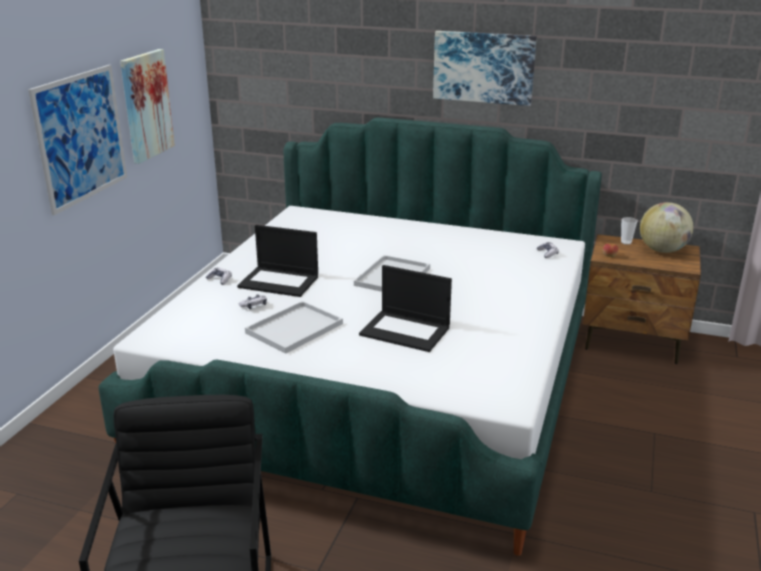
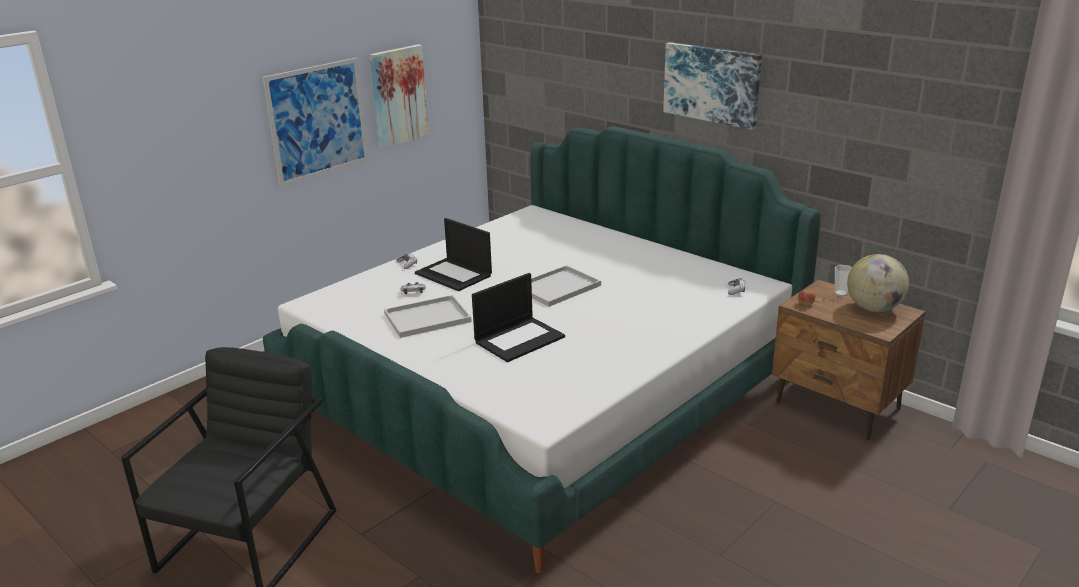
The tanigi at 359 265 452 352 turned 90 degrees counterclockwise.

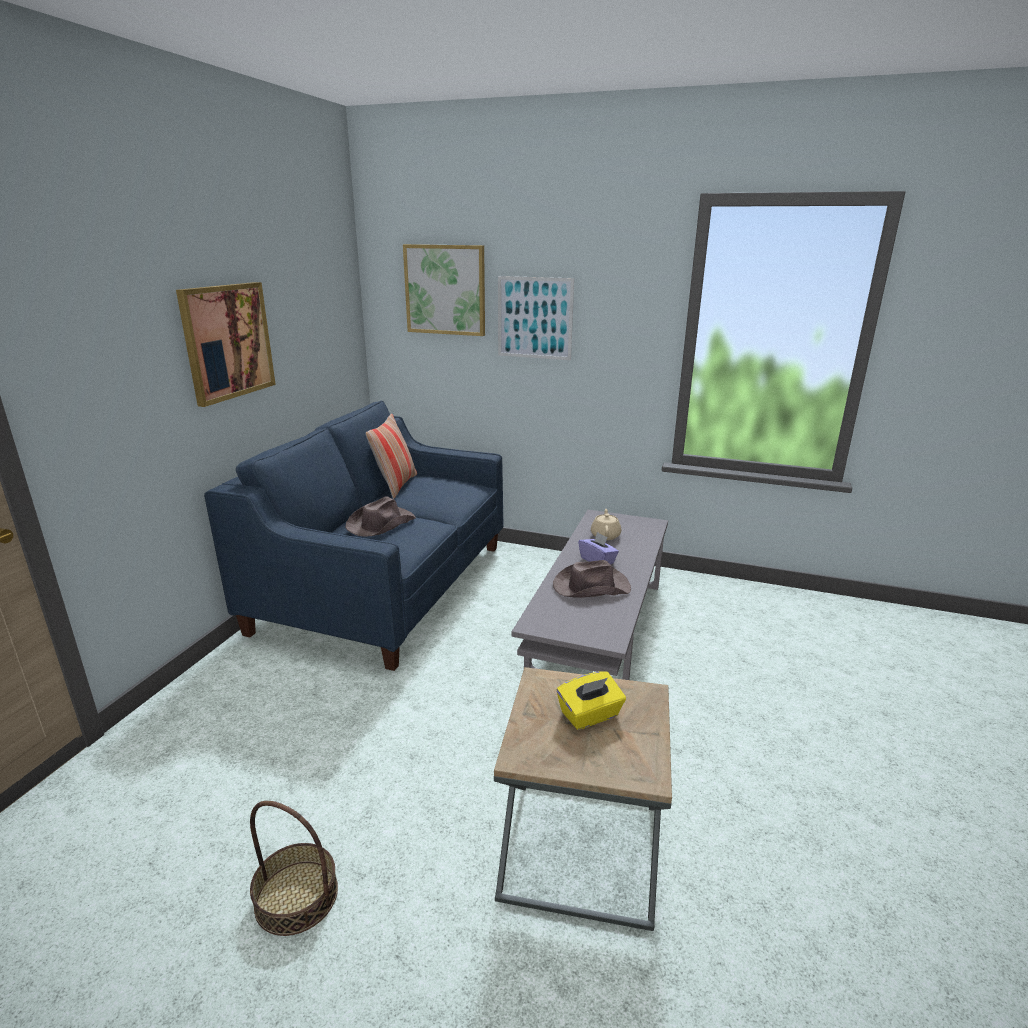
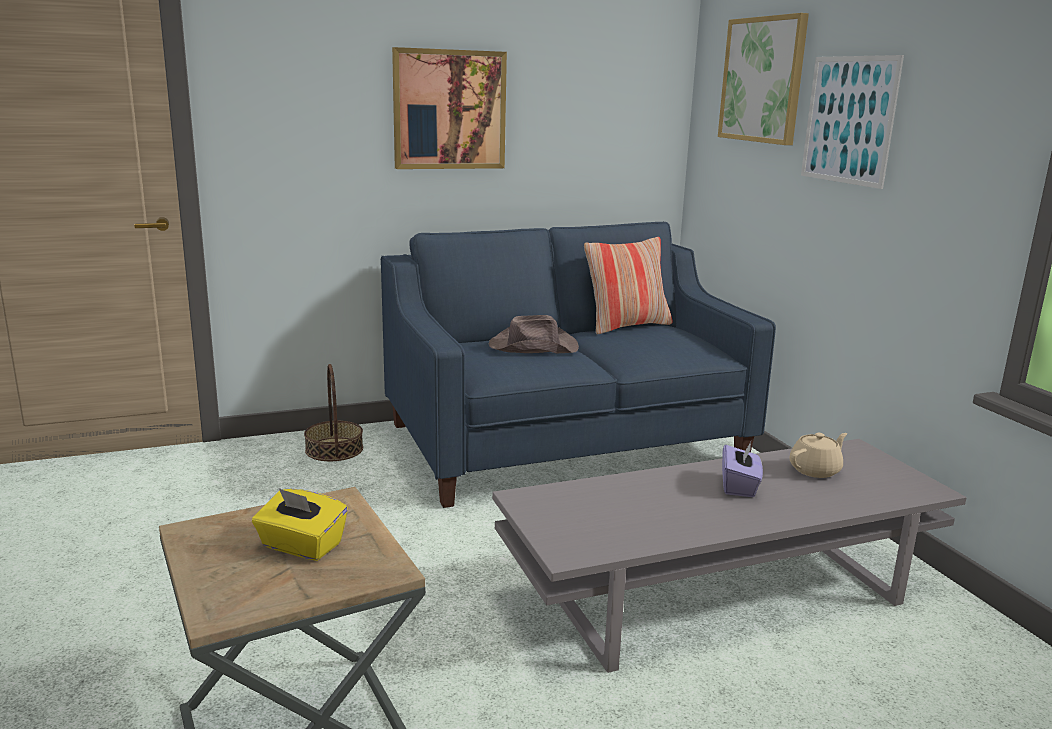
The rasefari moved from 250 801 338 936 to 304 364 363 461.
The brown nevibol at 553 560 631 598 disappeared.

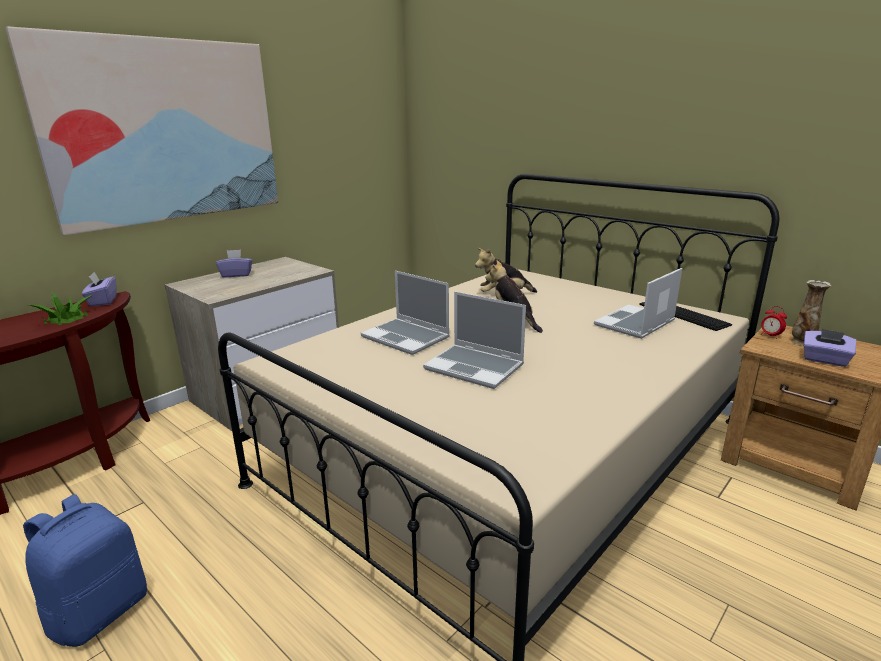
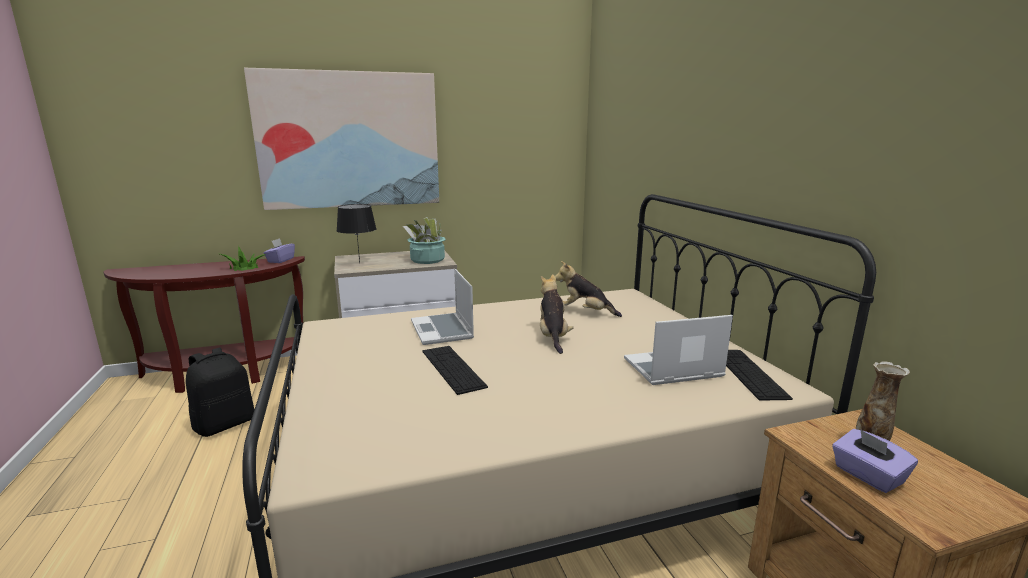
The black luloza at 186 348 254 437 appeared.
The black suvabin at 337 204 377 263 appeared.
The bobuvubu at 403 217 446 264 appeared.
The tanigi at 423 292 526 389 was replaced by the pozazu at 423 346 488 395.
The blue luloza at 23 494 147 647 disappeared.
The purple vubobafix at 216 250 253 277 disappeared.
The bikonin at 760 306 787 339 disappeared.

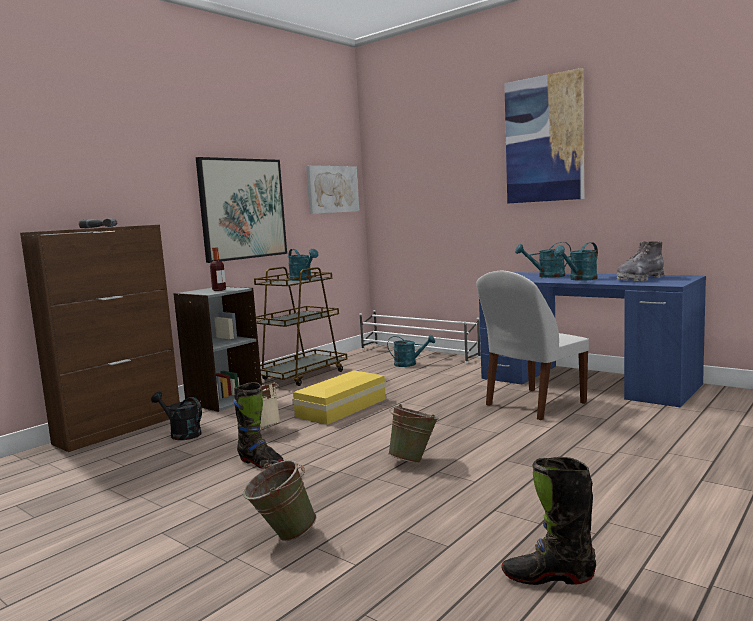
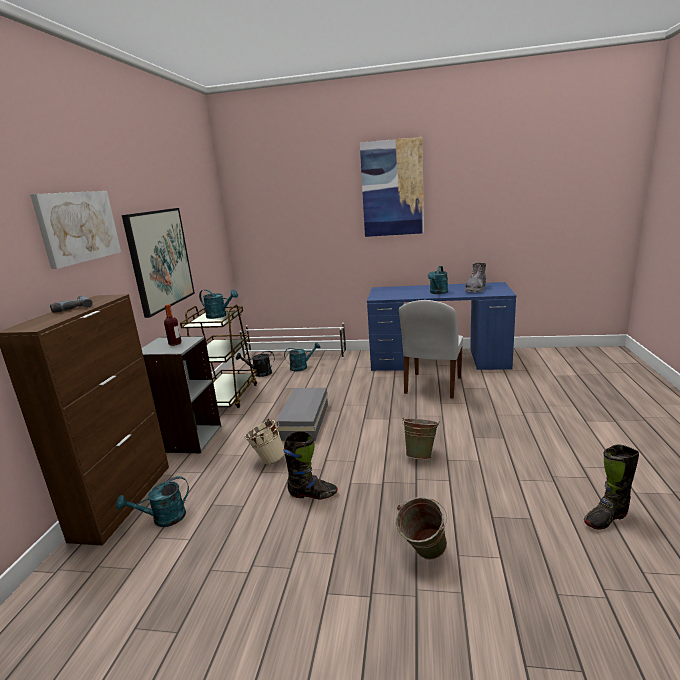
The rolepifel moved from 306 165 359 214 to 30 191 121 269.
The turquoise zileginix moved from 515 242 571 278 to 116 476 189 527.
The black zileginix moved from 151 392 202 440 to 236 351 275 377.
The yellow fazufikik at 292 371 386 425 became the grey fazufikik at 276 388 328 441.

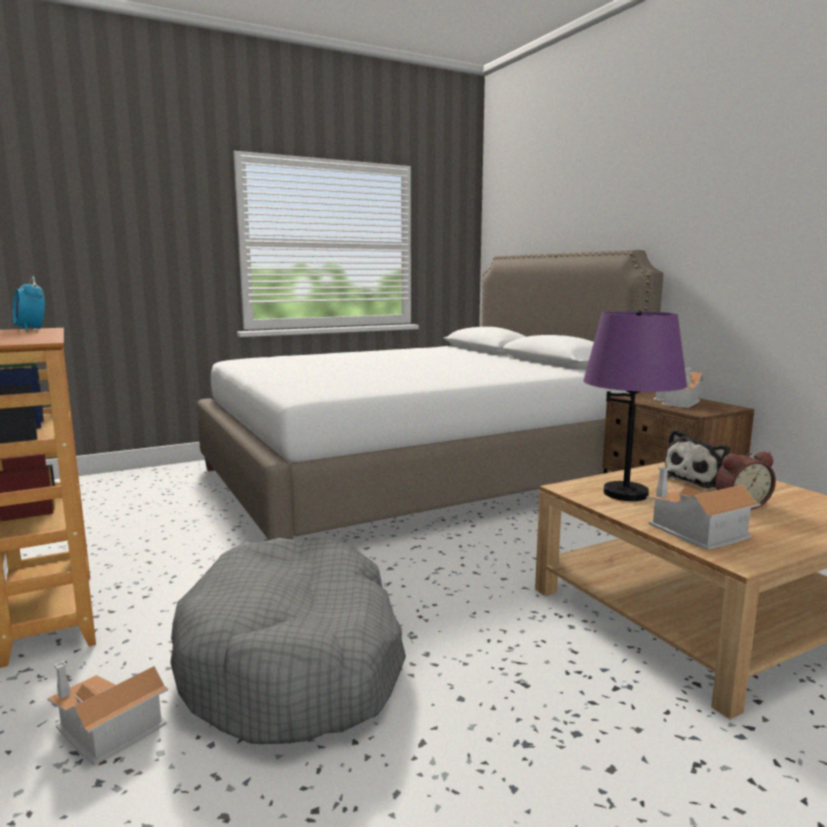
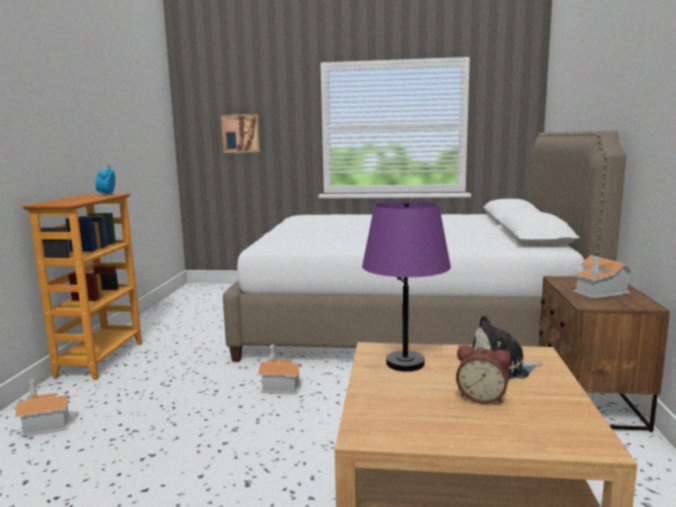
The rolepifel at 221 114 260 153 appeared.
The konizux moved from 646 467 761 550 to 258 345 302 394.
The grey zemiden at 170 537 406 744 disappeared.

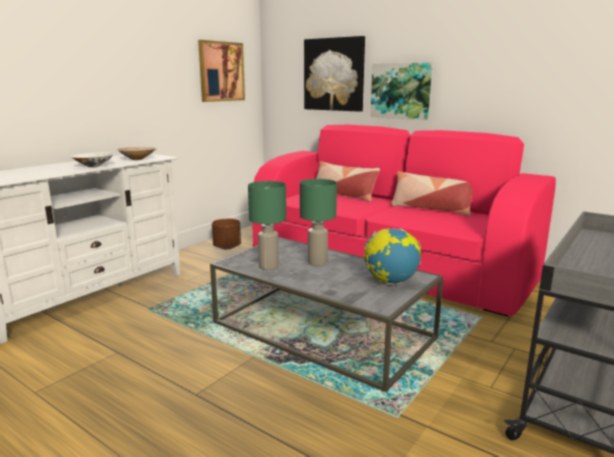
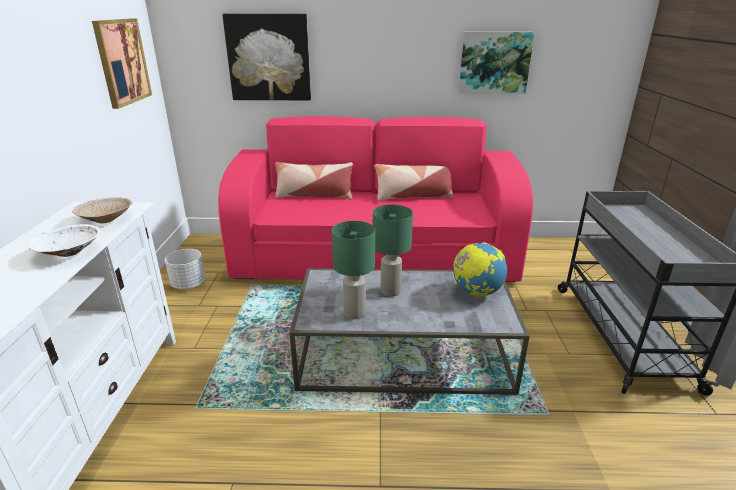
The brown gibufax at 212 219 241 250 became the white gibufax at 165 249 206 289.
The rolepifel moved from 371 62 432 120 to 459 32 534 94.

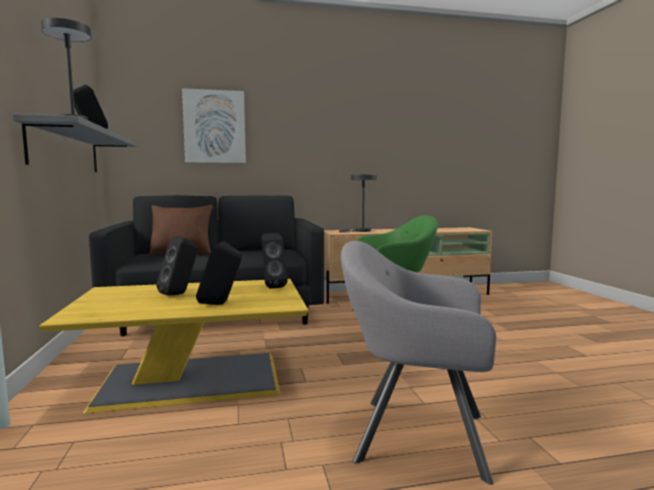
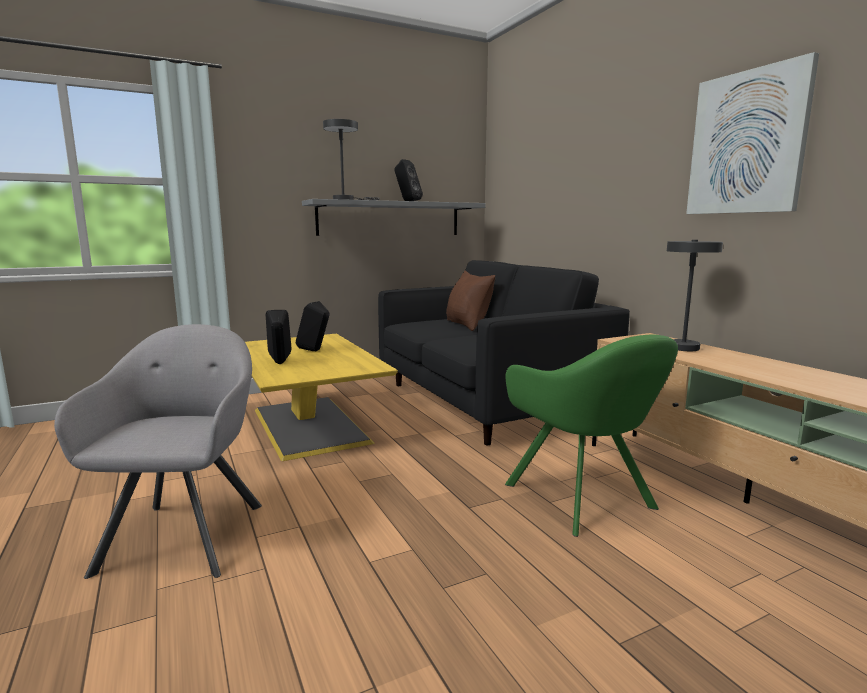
The rolepifel moved from 182 88 246 163 to 686 52 819 214.
The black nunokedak at 262 233 288 288 disappeared.

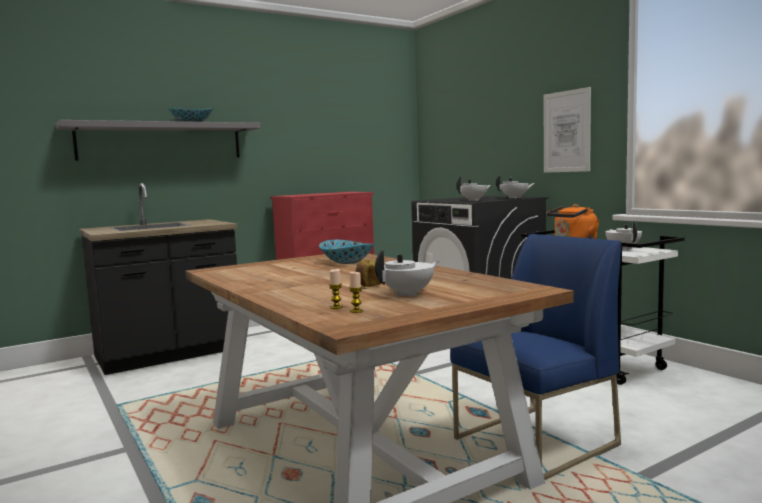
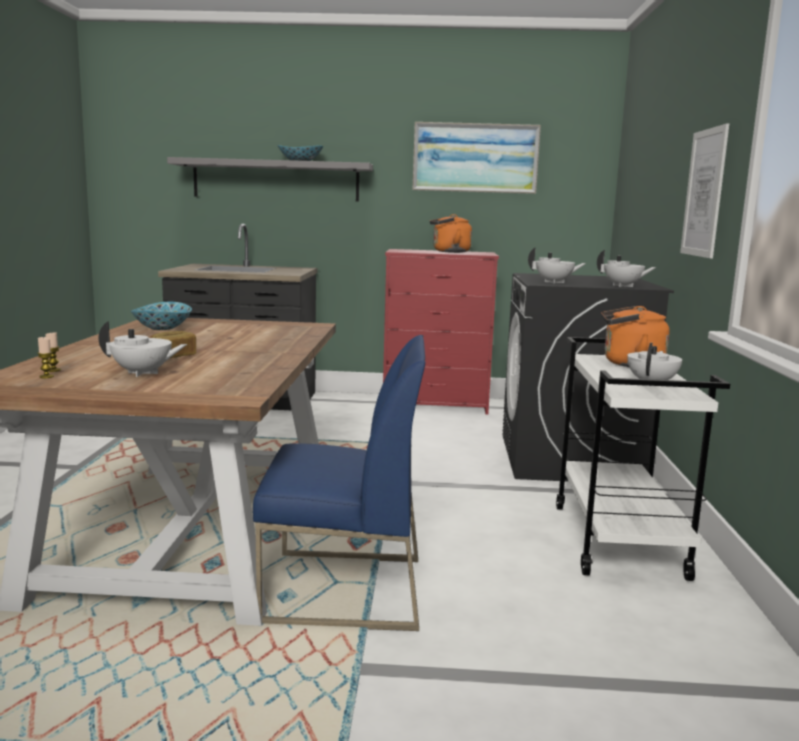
The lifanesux moved from 319 240 374 264 to 131 302 192 330.
The rolepifel at 412 122 541 194 appeared.
The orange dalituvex at 430 214 472 253 appeared.

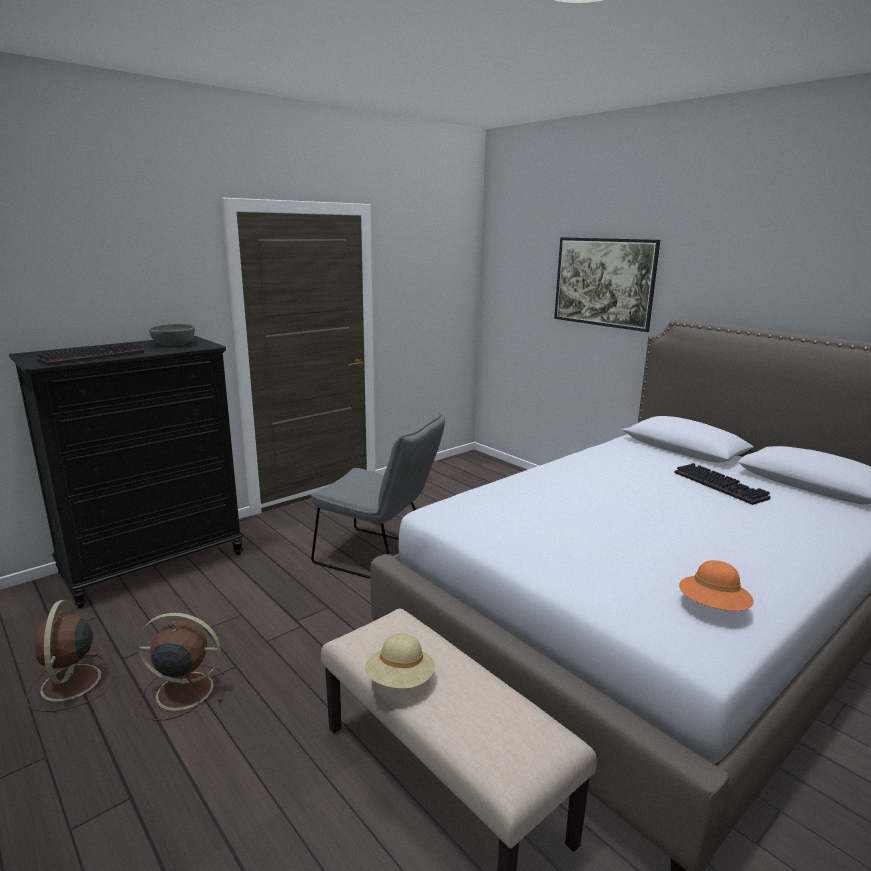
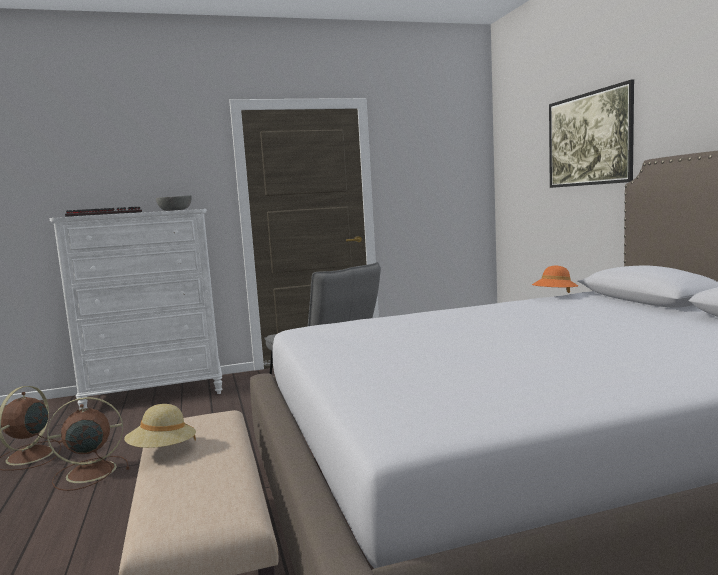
The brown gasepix at 137 613 226 721 turned 45 degrees counterclockwise.
The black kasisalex at 9 336 243 608 became the white kasisalex at 49 209 223 409.
The orange nevibol moved from 679 560 754 611 to 532 266 578 293.
The pozazu at 675 463 771 505 disappeared.

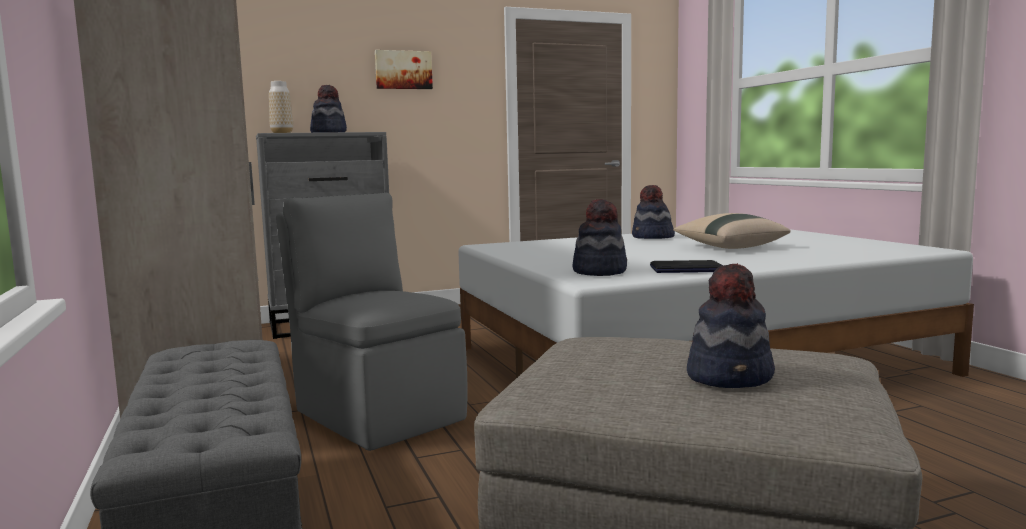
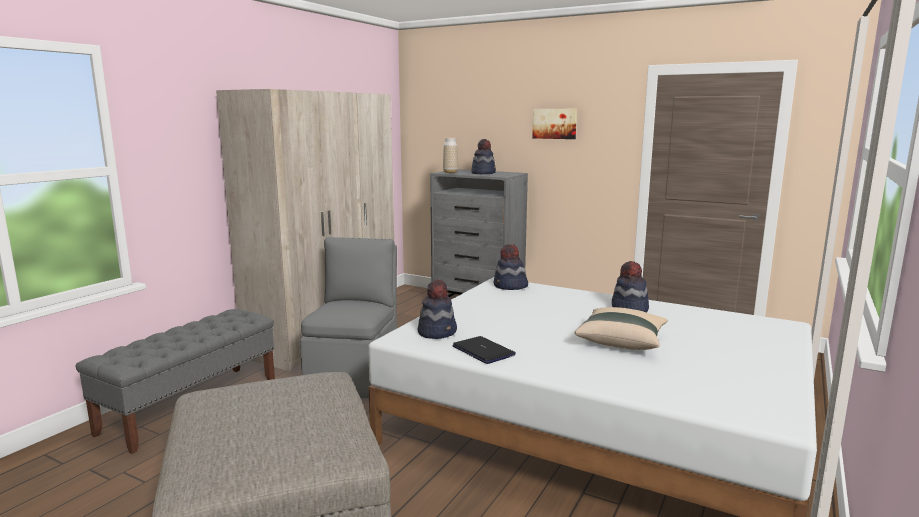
The nevibol moved from 687 263 775 388 to 494 244 528 290.

